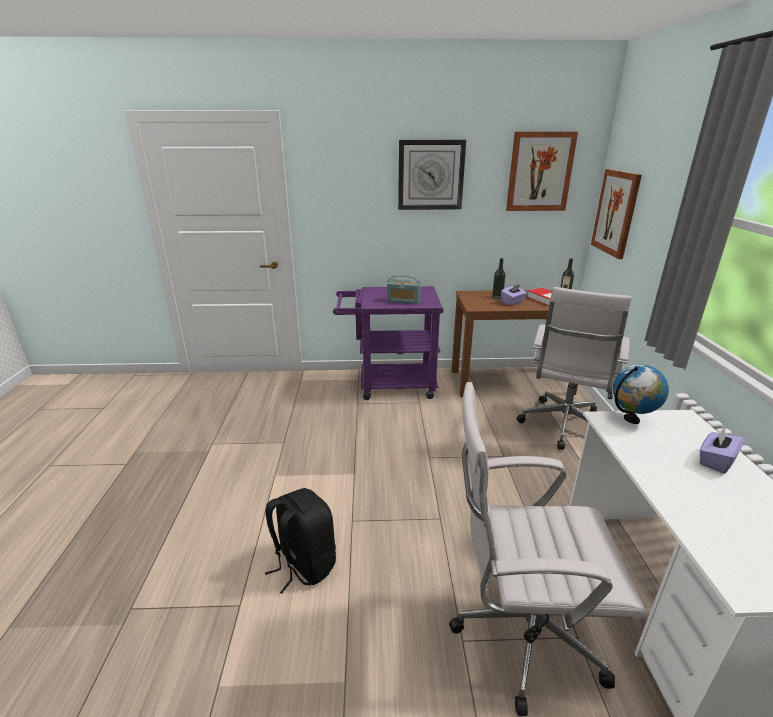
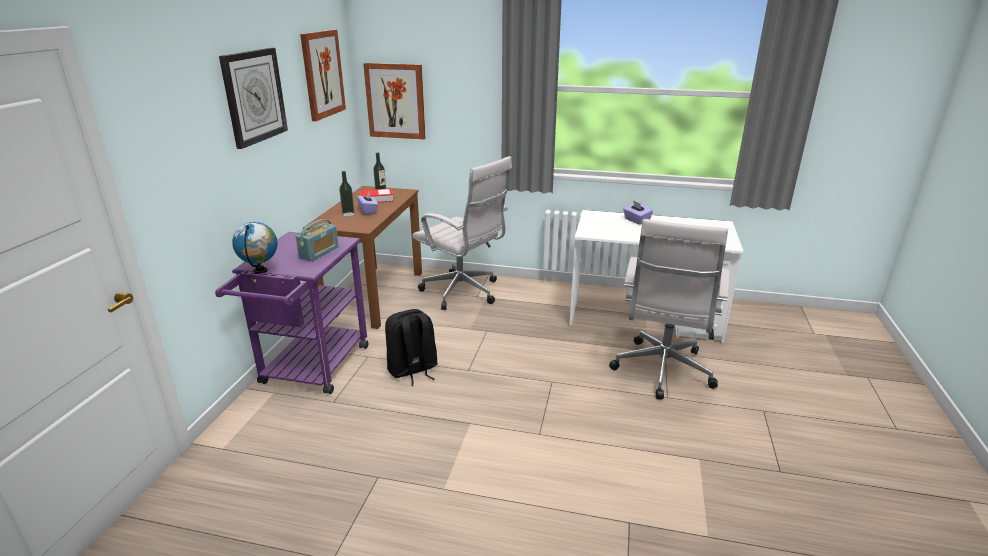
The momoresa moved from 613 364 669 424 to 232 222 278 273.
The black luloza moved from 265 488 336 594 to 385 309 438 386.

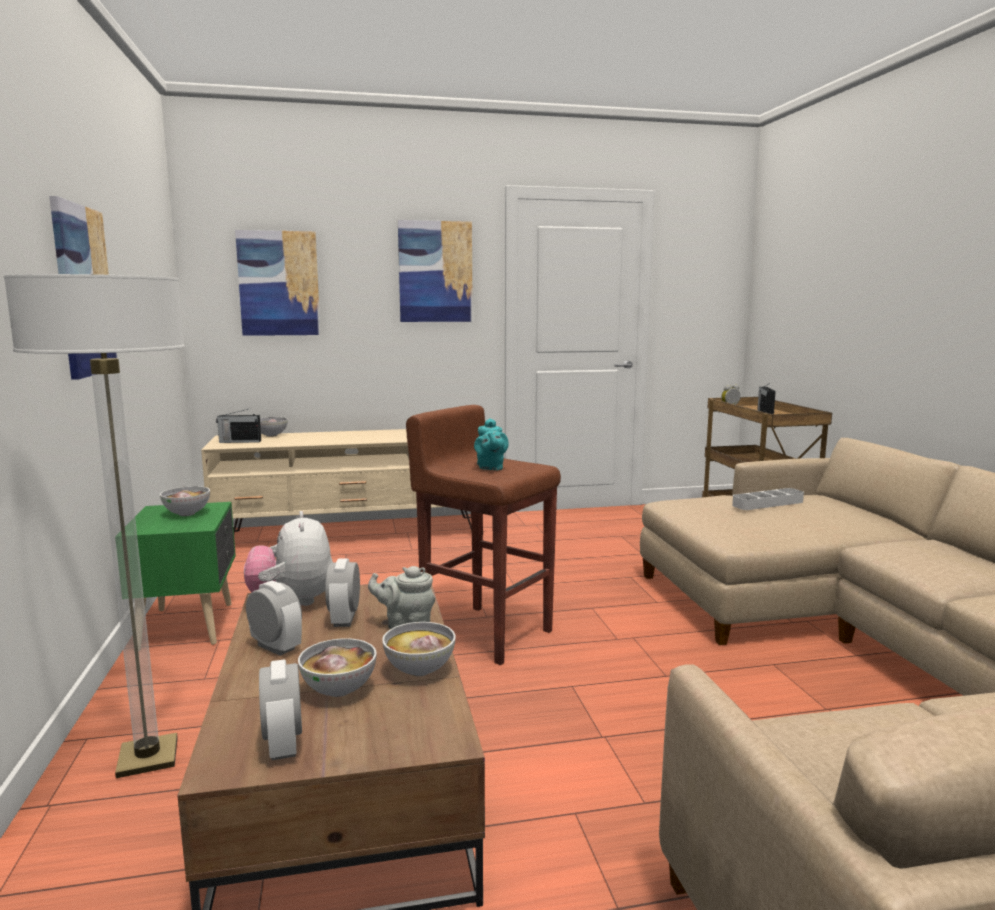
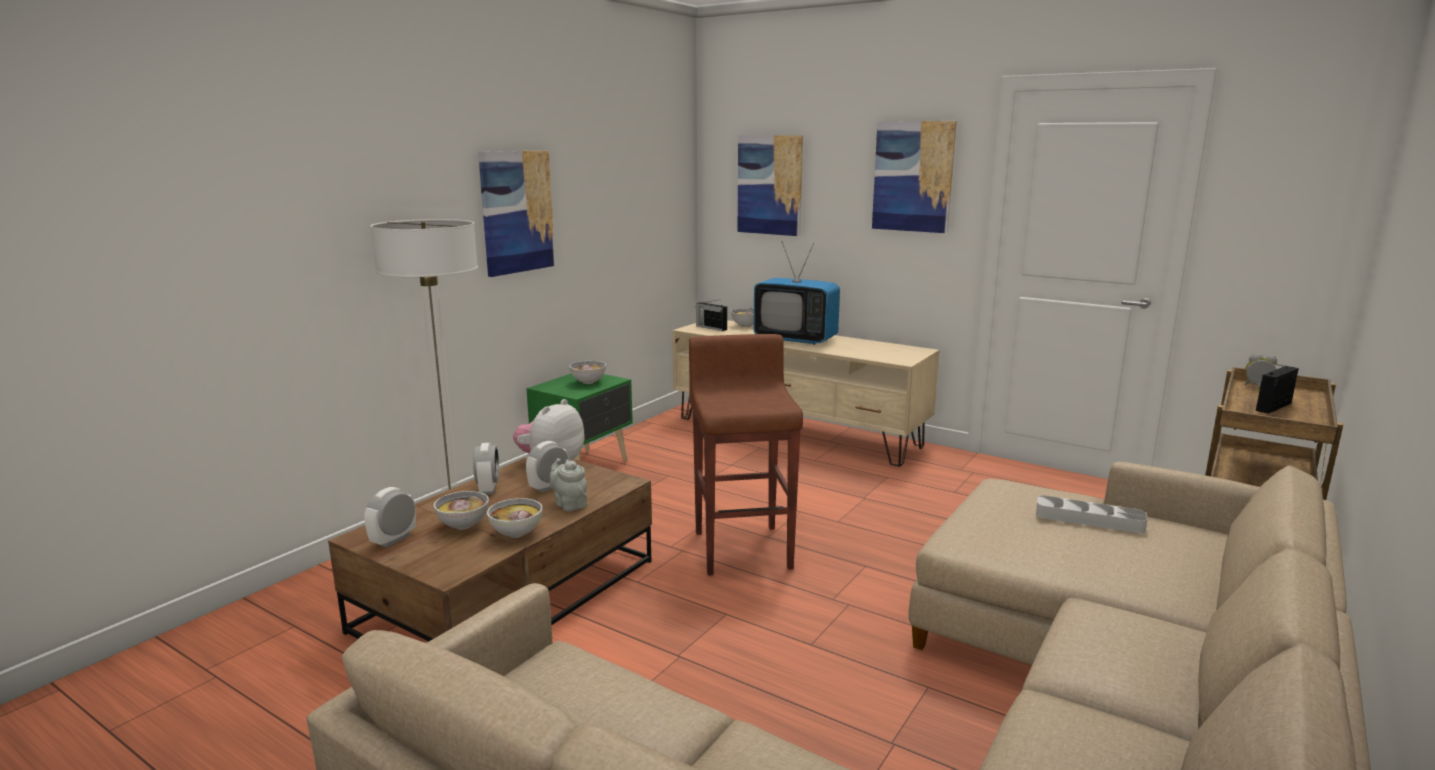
The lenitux at 753 242 840 345 appeared.
The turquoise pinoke at 474 418 508 470 disappeared.

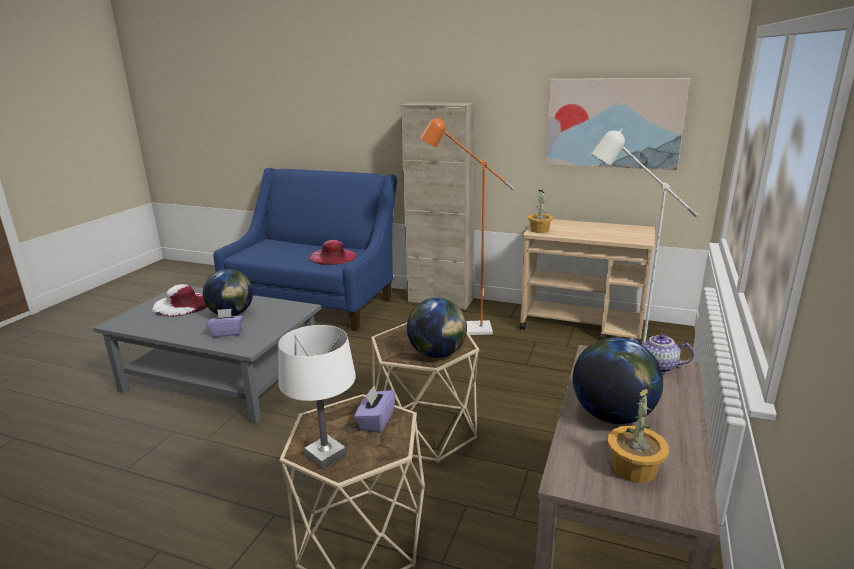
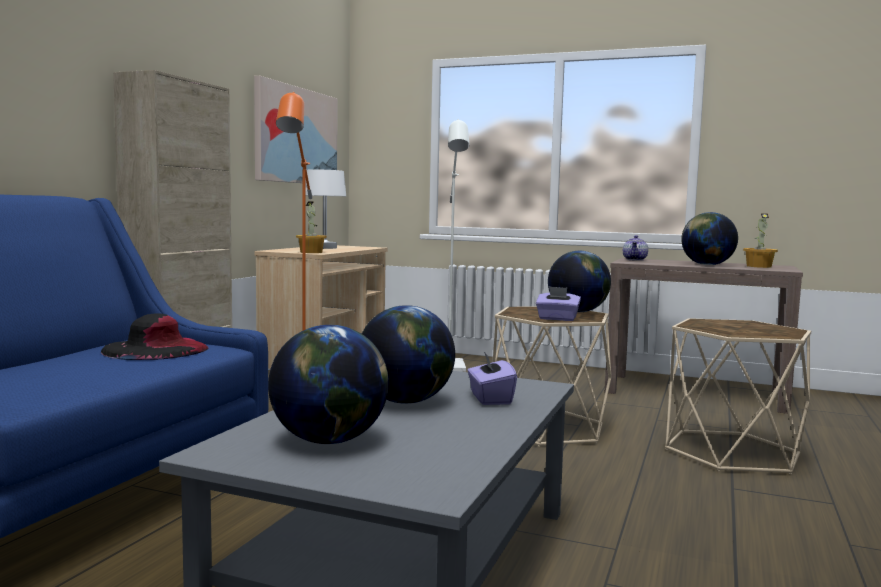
The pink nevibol at 309 240 357 265 became the black nevibol at 101 313 208 360.
The white nevibol at 152 284 207 317 was replaced by the momoresa at 268 325 389 444.
The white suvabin moved from 278 325 356 470 to 306 169 346 249.
The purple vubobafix moved from 354 386 396 433 to 536 286 581 321.

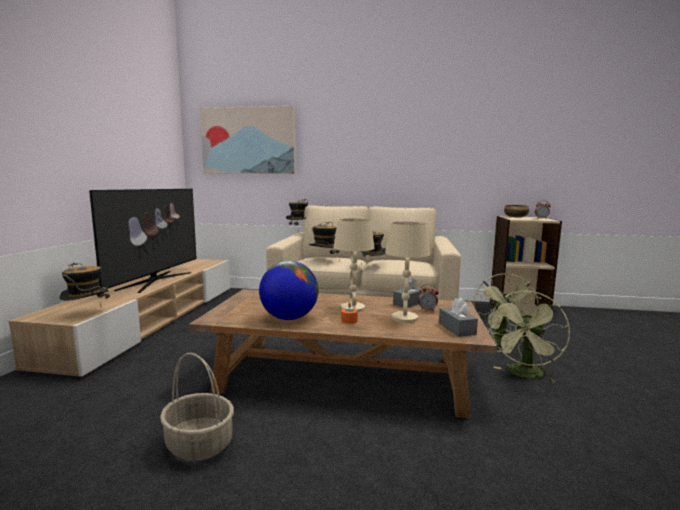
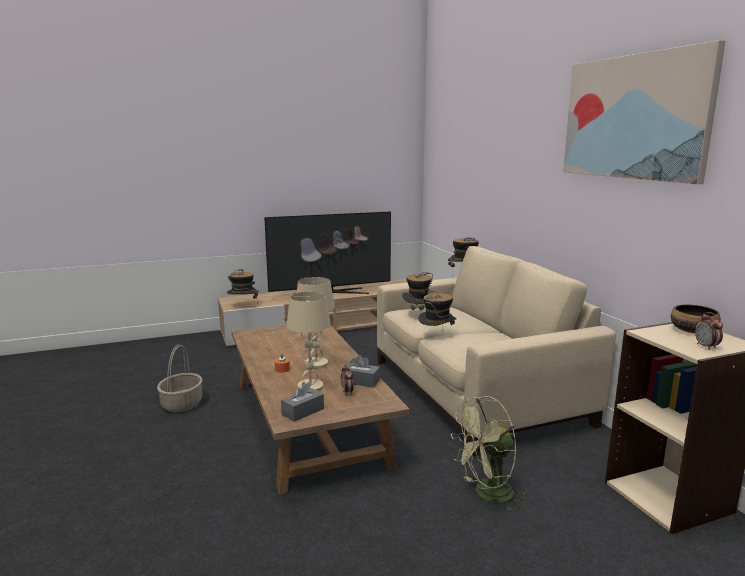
The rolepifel moved from 200 106 295 174 to 563 40 726 184.
The momoresa at 259 261 319 320 disappeared.
The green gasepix at 488 291 570 383 disappeared.

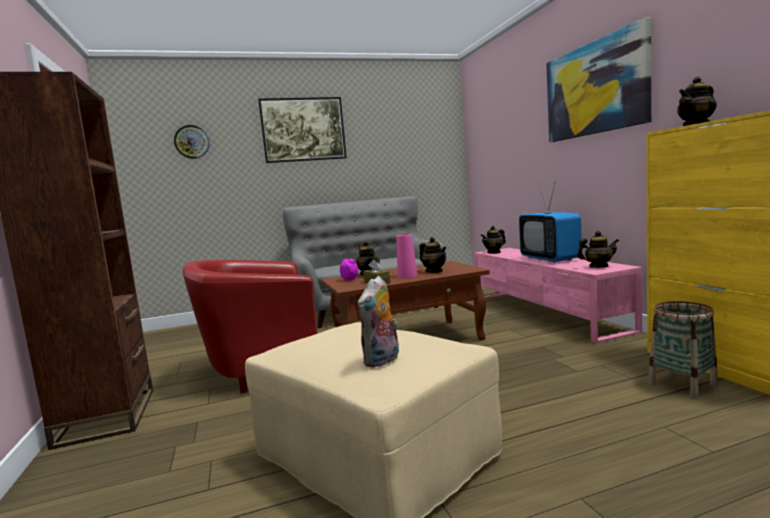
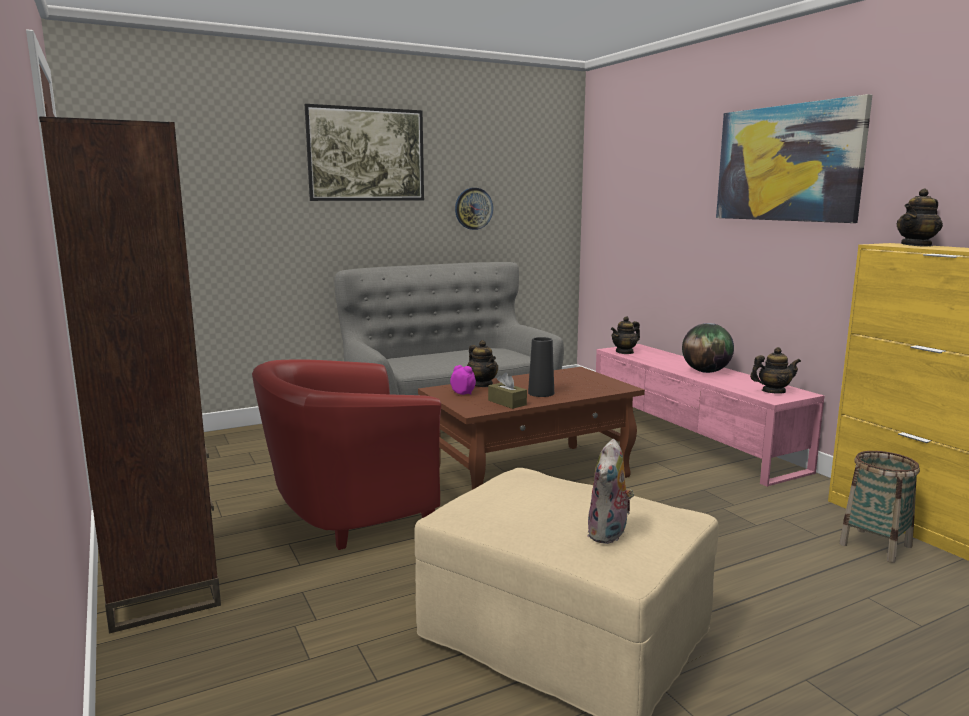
The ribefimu moved from 174 125 210 159 to 455 188 493 230.
The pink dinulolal at 396 234 417 278 became the black dinulolal at 528 337 554 397.
The lenitux at 519 183 582 263 was replaced by the momoresa at 682 323 734 373.
The pinoke at 419 237 447 273 disappeared.

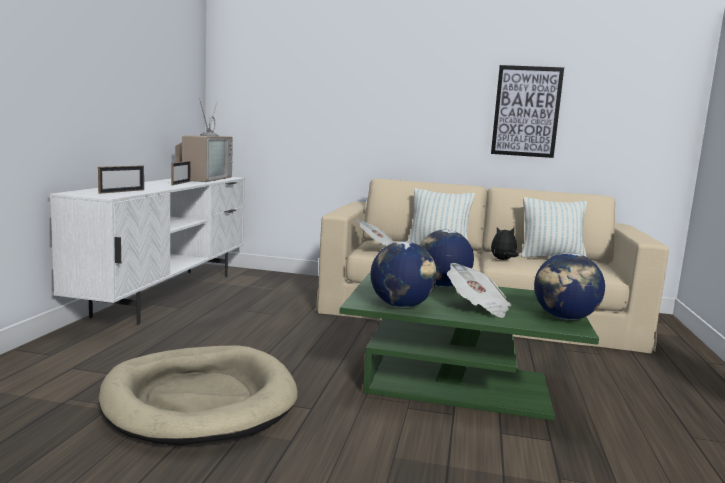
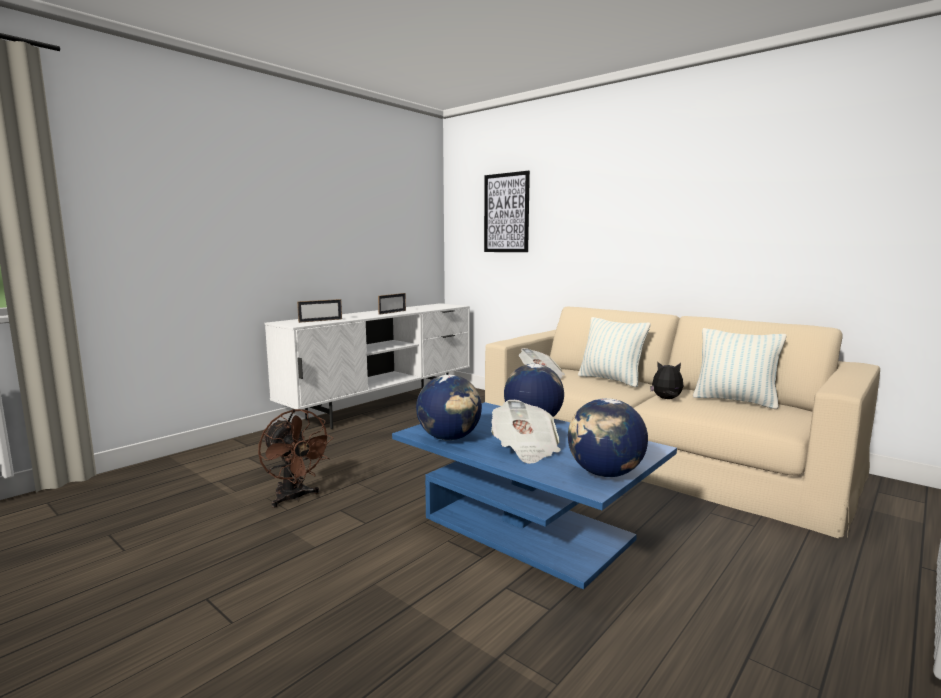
The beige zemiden at 98 345 298 445 was replaced by the brown gasepix at 258 409 333 508.
The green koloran at 339 273 599 421 became the blue koloran at 392 402 677 590.
The rolepifel moved from 491 65 564 158 to 484 171 530 252.
The lenitux at 175 98 233 182 disappeared.

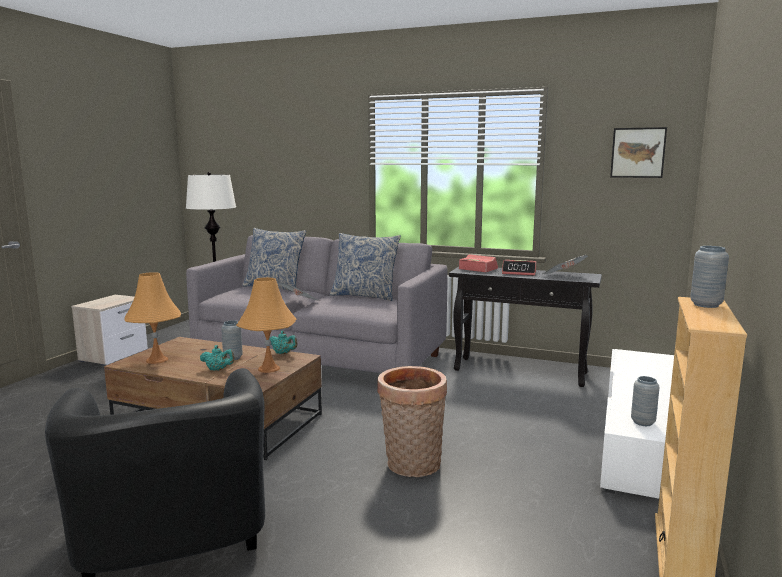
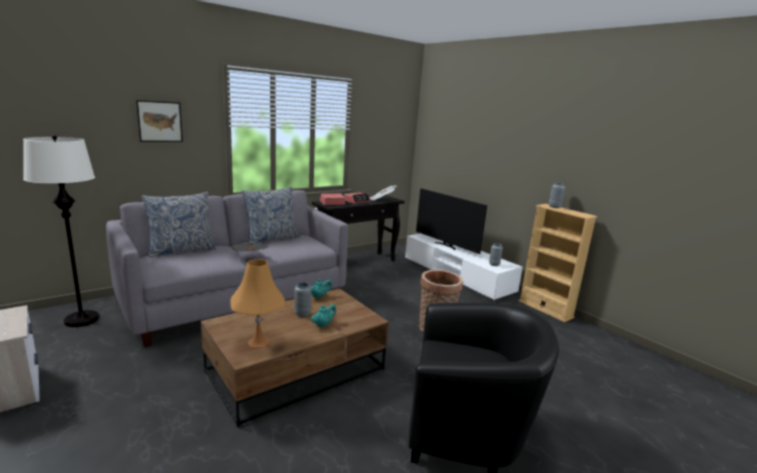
The rolepifel moved from 610 127 667 178 to 136 100 183 142.
The lenitux at 416 188 487 254 appeared.
The orange suvabin at 236 277 296 373 disappeared.

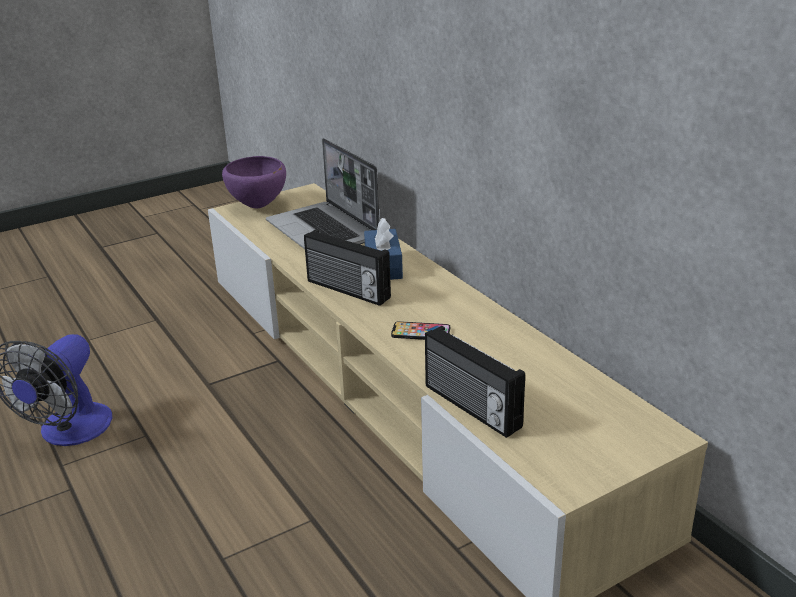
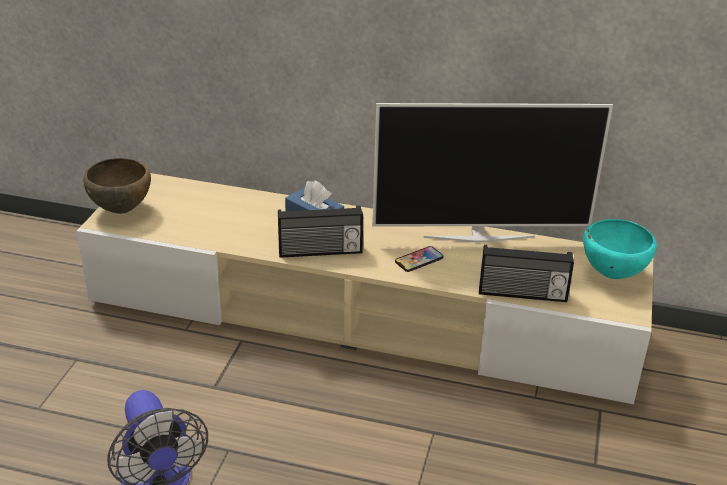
The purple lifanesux at 222 156 286 208 became the brown lifanesux at 83 158 151 214.
The lenitux at 372 103 613 242 appeared.
The turquoise lifanesux at 583 219 657 279 appeared.
The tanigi at 266 138 380 249 disappeared.

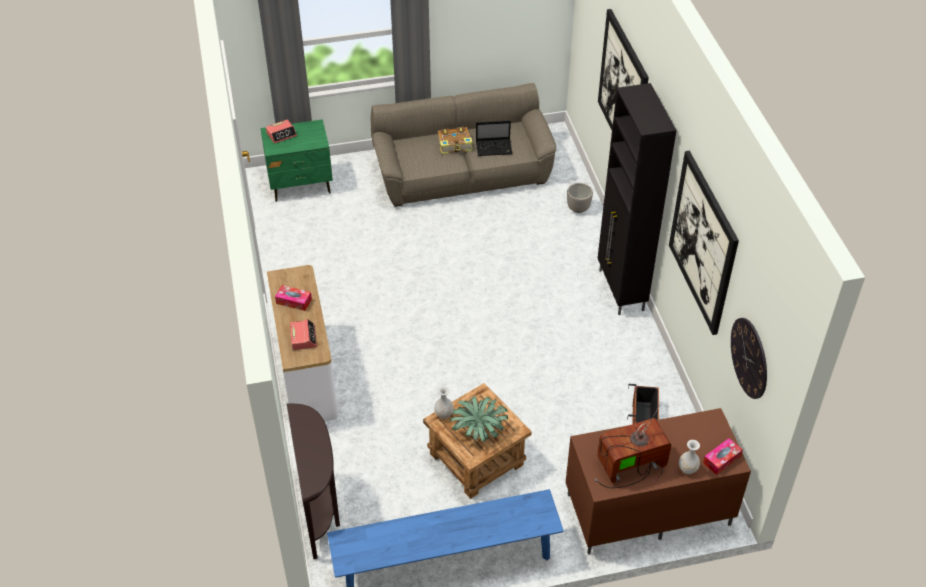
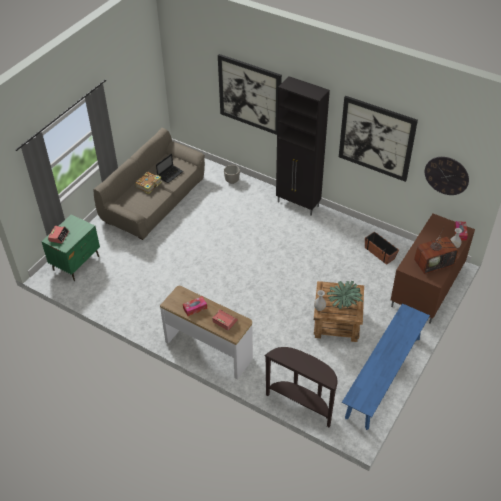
The lenitux at 594 405 671 488 turned 135 degrees counterclockwise.

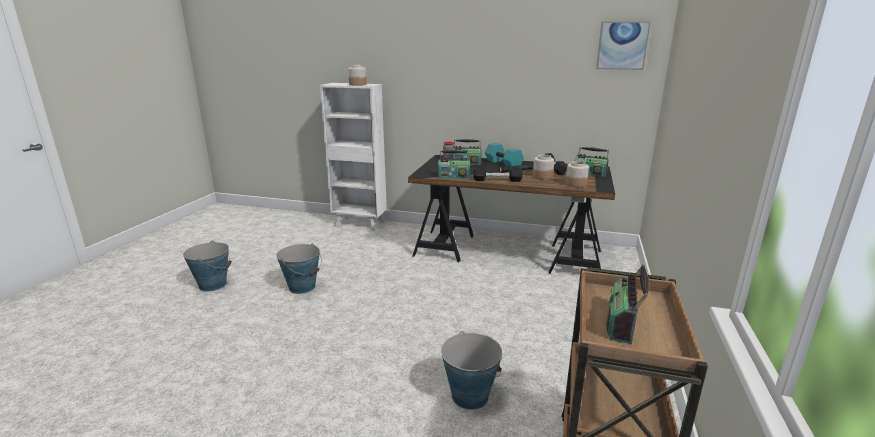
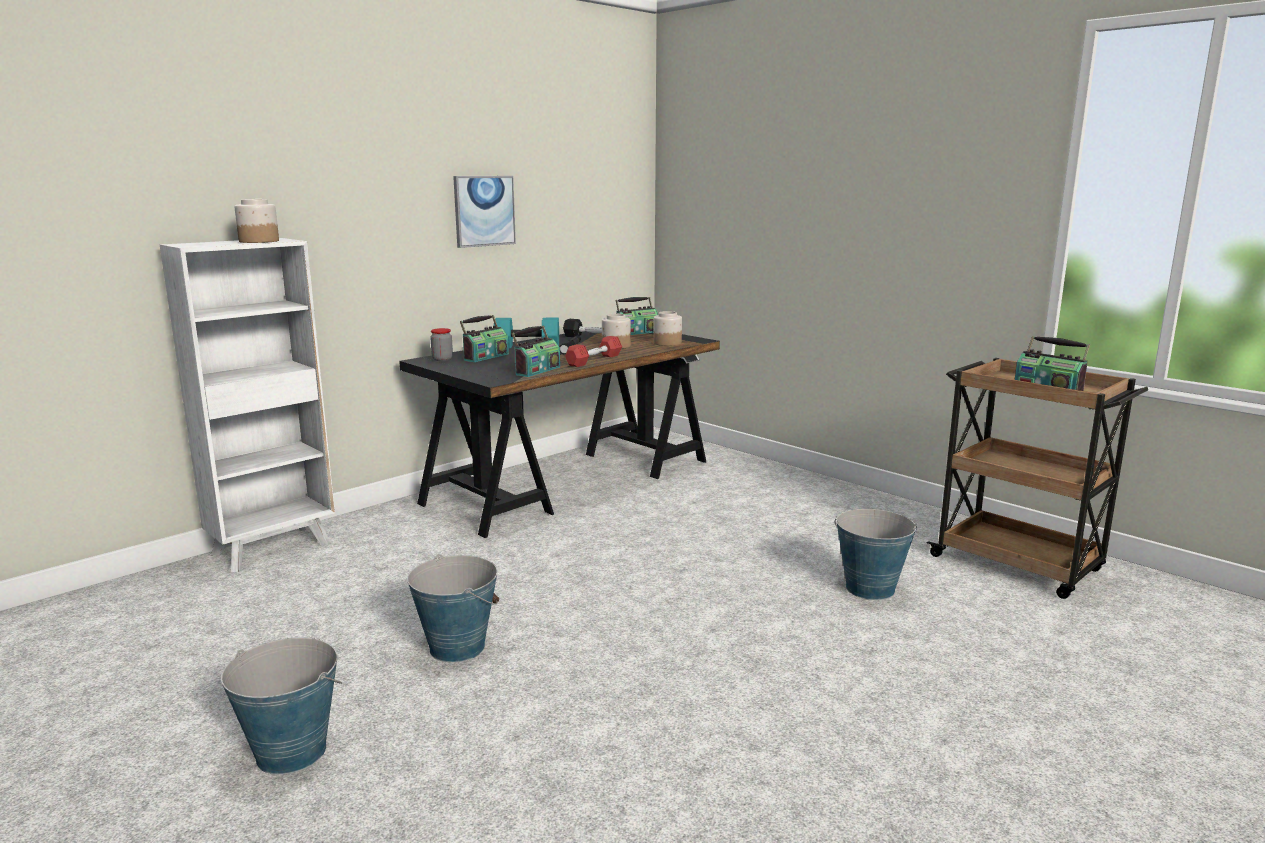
The rolepifel moved from 596 21 651 70 to 453 176 516 248.
The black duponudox at 473 167 522 182 became the red duponudox at 565 336 622 367.

